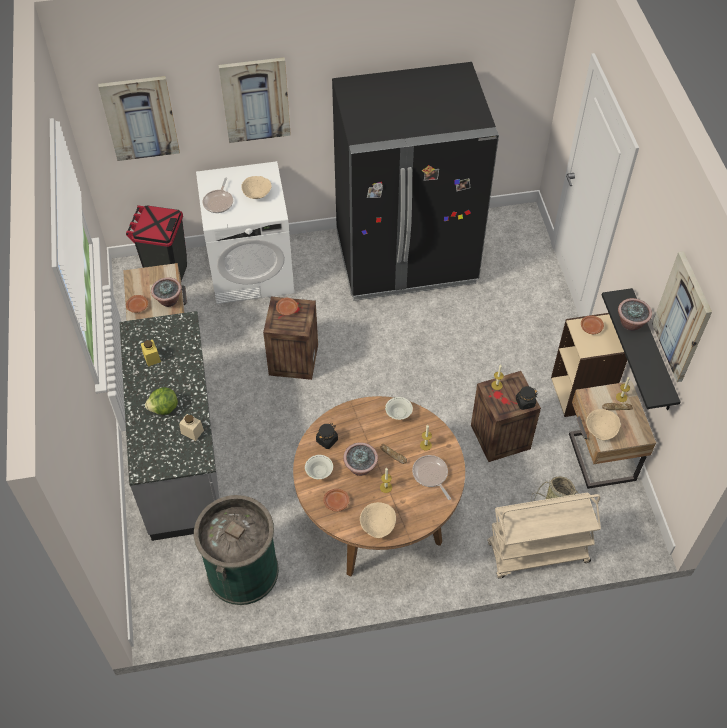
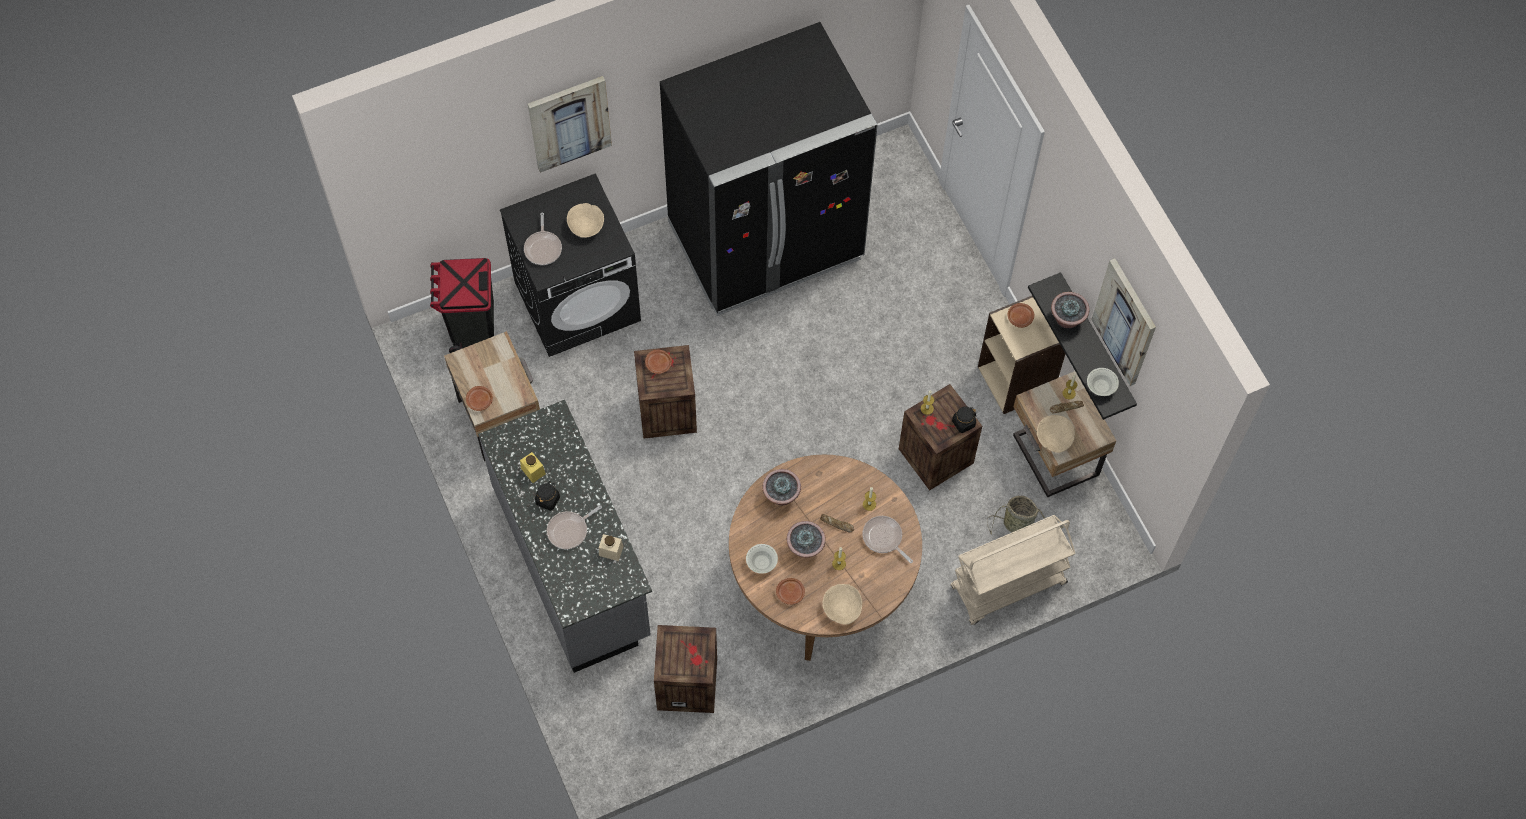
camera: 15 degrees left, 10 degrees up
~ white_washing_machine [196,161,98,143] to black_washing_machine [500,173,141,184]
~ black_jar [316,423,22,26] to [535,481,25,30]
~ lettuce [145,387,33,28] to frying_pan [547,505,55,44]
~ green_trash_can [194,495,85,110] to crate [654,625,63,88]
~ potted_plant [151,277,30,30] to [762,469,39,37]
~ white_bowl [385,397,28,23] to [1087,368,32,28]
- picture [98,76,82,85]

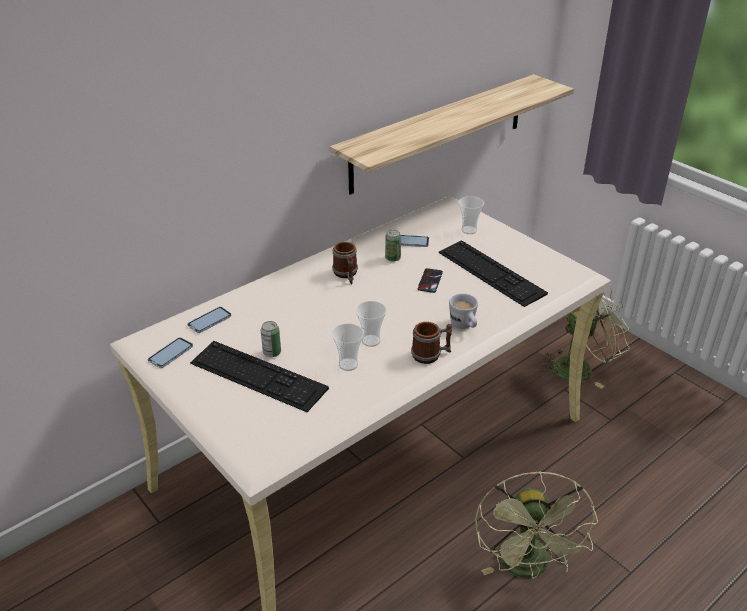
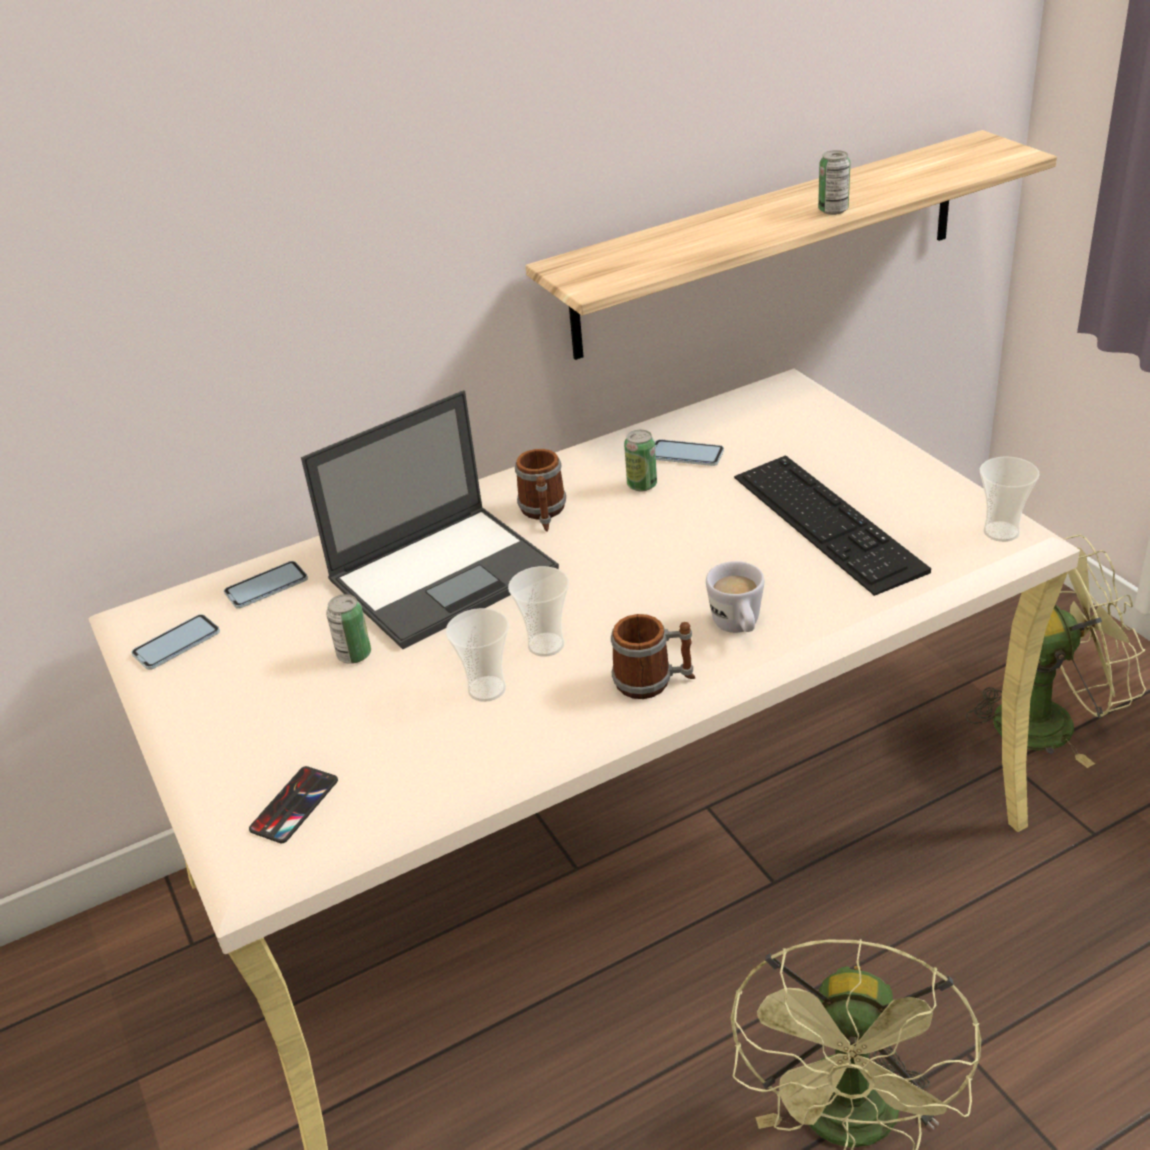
camera: 15 degrees right, 0 degrees up
~ phone [418,268,25,25] to [249,766,89,77]
+ laptop [301,390,258,259]
+ can [818,150,32,65]
~ cup [459,196,25,38] to [980,456,59,86]
- keyboard [190,341,139,71]

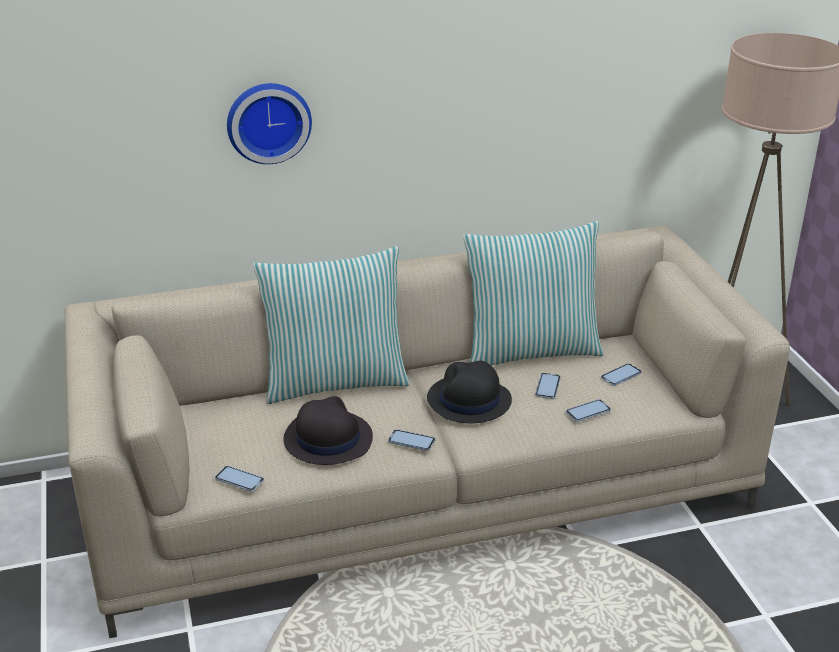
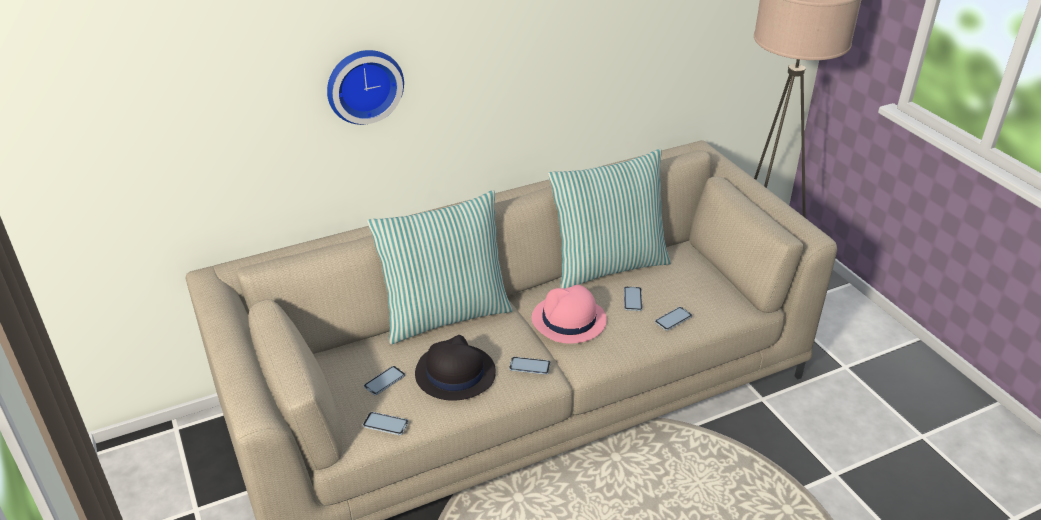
camera: 10 degrees left, 5 degrees up
~ phone [601,363,41,23] to [364,366,41,29]
~ black_hat [427,361,85,62] to pink_hat [532,285,75,59]

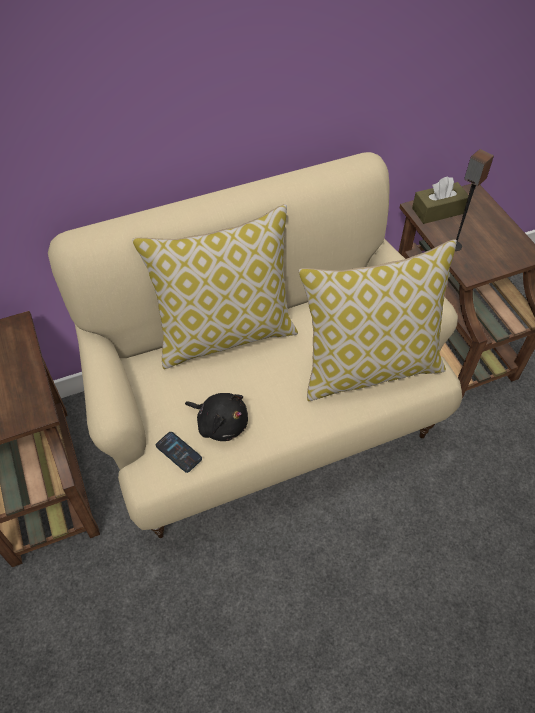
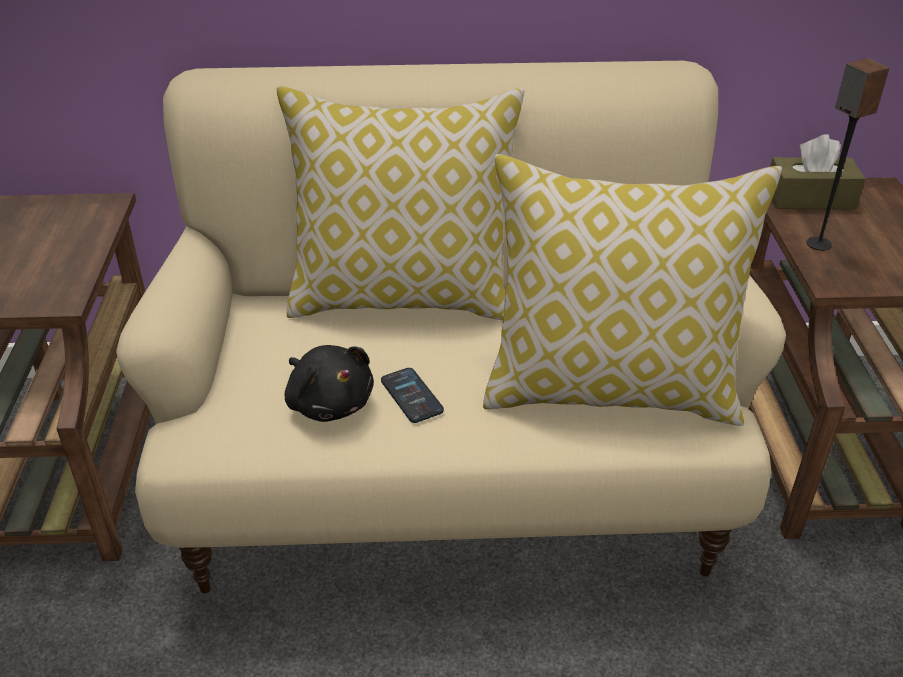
camera: 20 degrees right, 15 degrees down
~ phone [156,432,46,41] to [381,368,63,55]

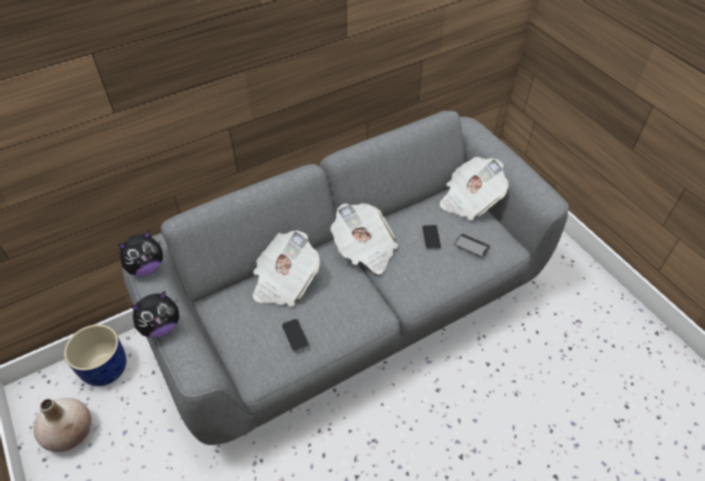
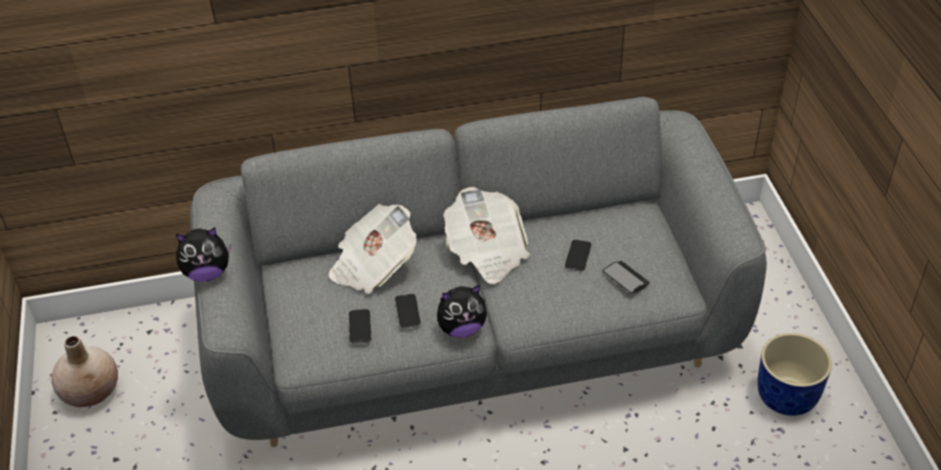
camera: 20 degrees right, 5 degrees down
+ phone [395,294,26,34]
~ plush_toy [118,230,45,46] to [437,285,50,53]
~ blue_planter [64,324,62,62] to [758,333,74,83]
- newspaper [440,157,69,63]

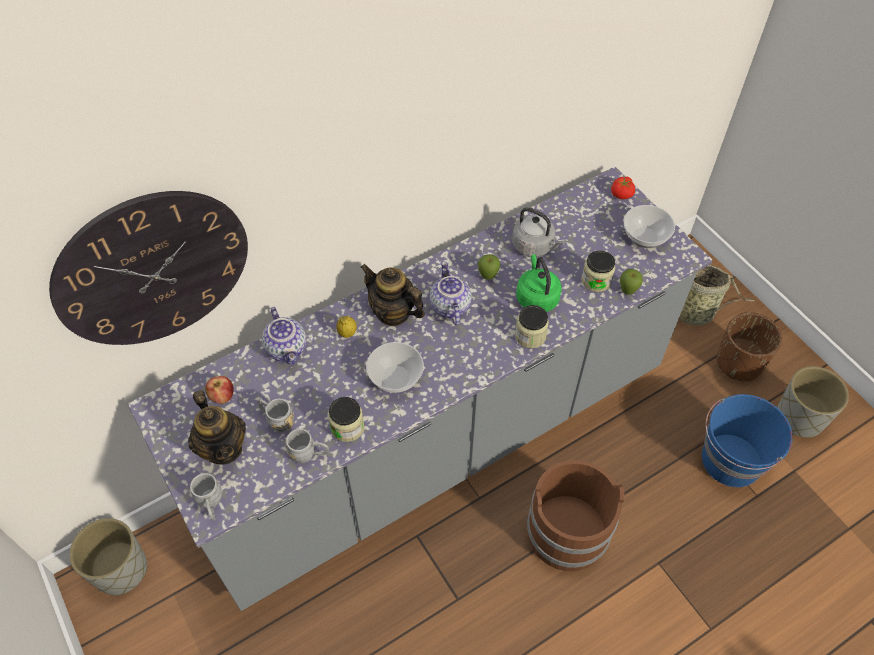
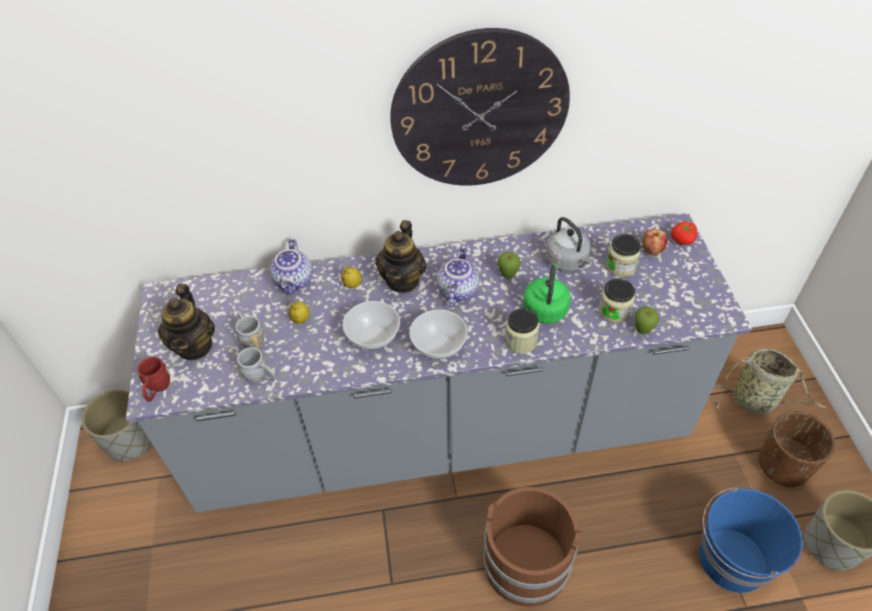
camera: 25 degrees right, 5 degrees down
~ grey_mug [190,473,32,47] to red_mug [137,357,33,45]
+ lemon [289,301,21,23]
~ teapot [360,264,65,62] = [375,220,51,73] 135 degrees counterclockwise
~ wall_clock [49,191,199,154] to [390,28,180,158]
~ bowl [624,205,51,43] to [409,309,59,50]
~ jar [328,397,36,45] to [606,234,35,43]
~ apple [205,376,29,28] to [642,229,26,26]

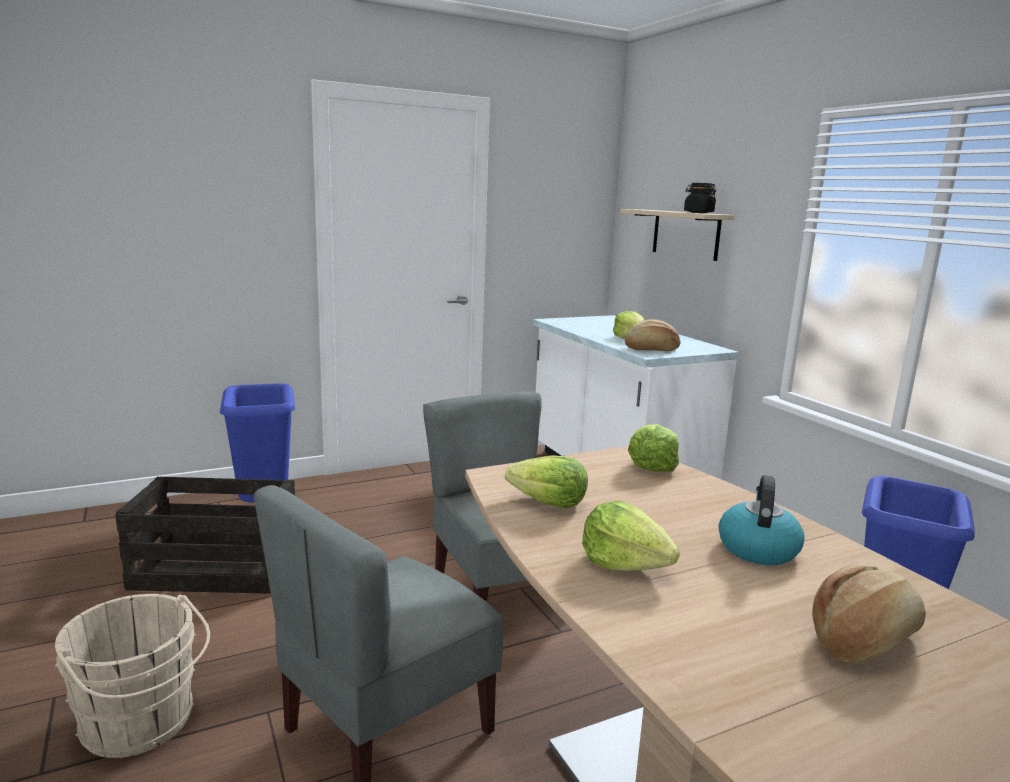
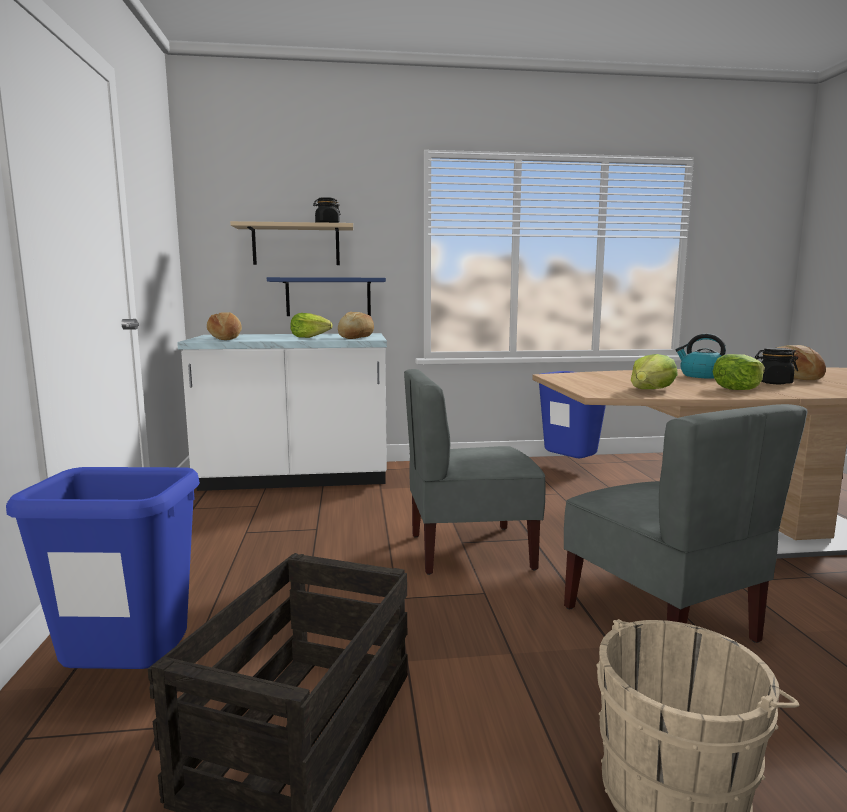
camera: 70 degrees left, 5 degrees down
+ bread [207,312,35,28]
+ blue_shelf [267,277,119,39]
+ black_jar [755,348,43,36]
- lettuce [628,424,51,48]

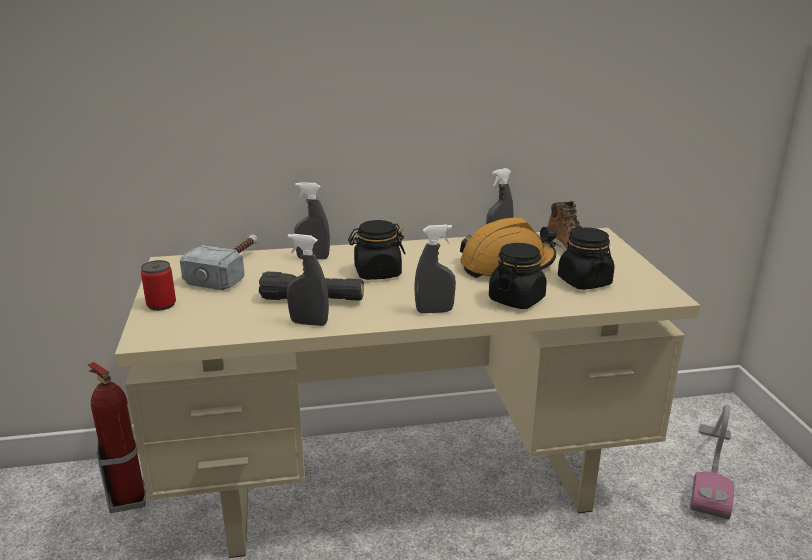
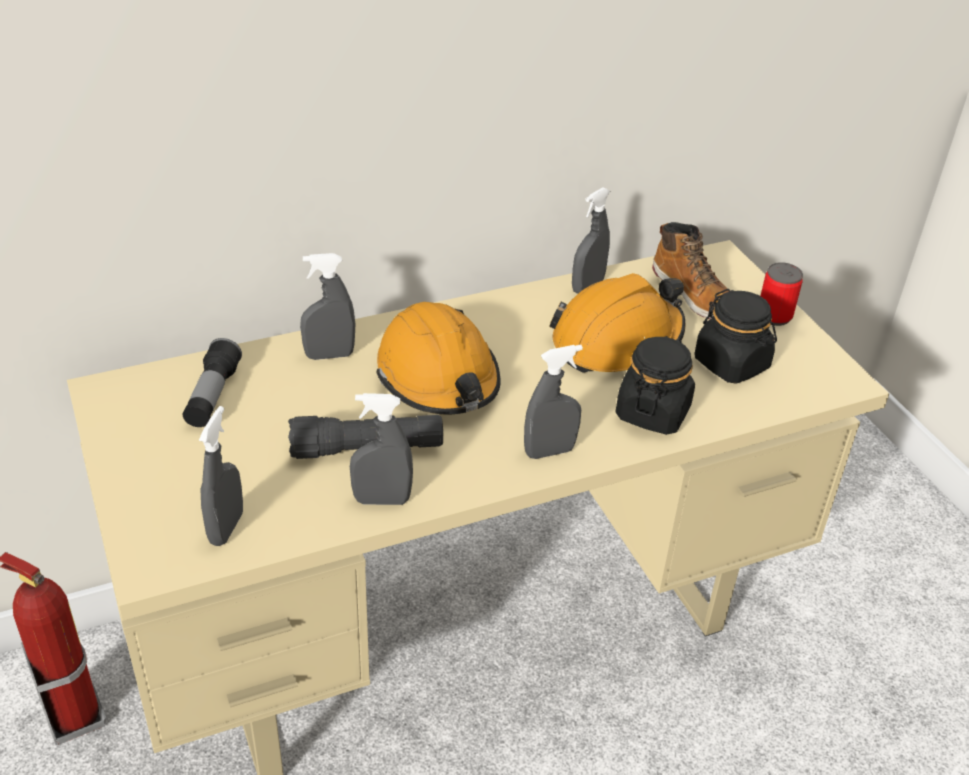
camera: 15 degrees left, 15 degrees up
~ hammer [180,235,78,55] to flashlight [183,338,59,89]
+ grey_spray_bottle [199,406,44,140]
~ black_jar [348,220,58,60] to orange_hard_hat [376,302,125,112]
~ can [141,260,35,51] to [761,262,42,64]
- vacuum_cleaner [690,405,44,115]

